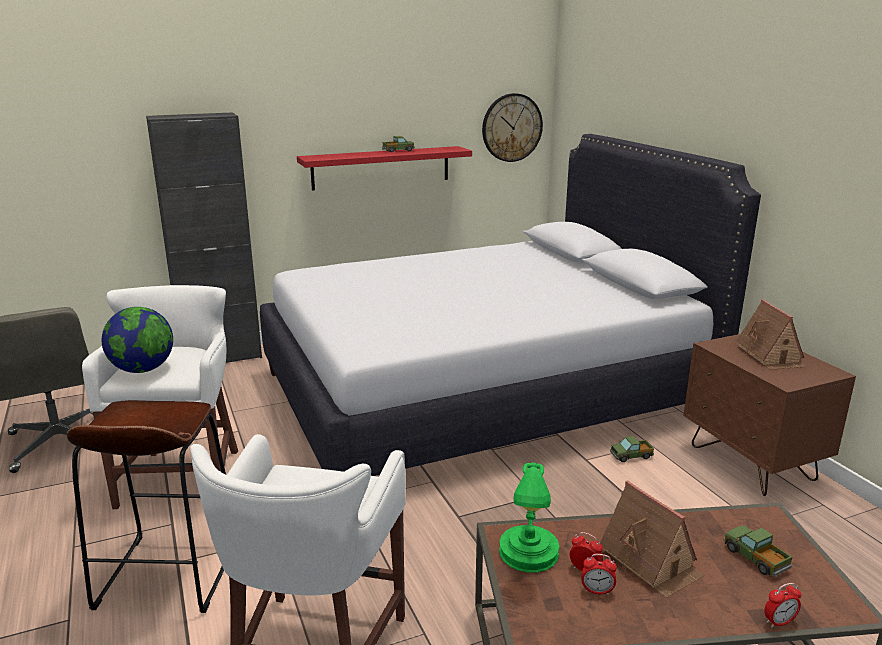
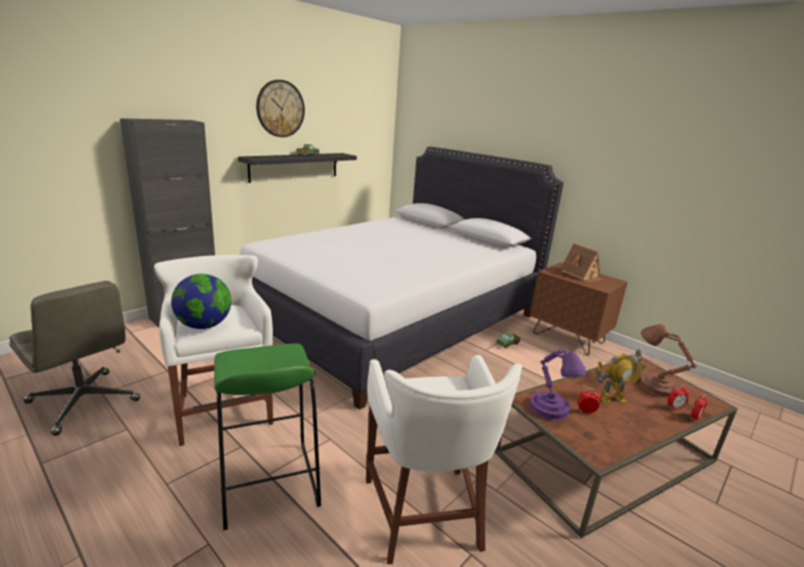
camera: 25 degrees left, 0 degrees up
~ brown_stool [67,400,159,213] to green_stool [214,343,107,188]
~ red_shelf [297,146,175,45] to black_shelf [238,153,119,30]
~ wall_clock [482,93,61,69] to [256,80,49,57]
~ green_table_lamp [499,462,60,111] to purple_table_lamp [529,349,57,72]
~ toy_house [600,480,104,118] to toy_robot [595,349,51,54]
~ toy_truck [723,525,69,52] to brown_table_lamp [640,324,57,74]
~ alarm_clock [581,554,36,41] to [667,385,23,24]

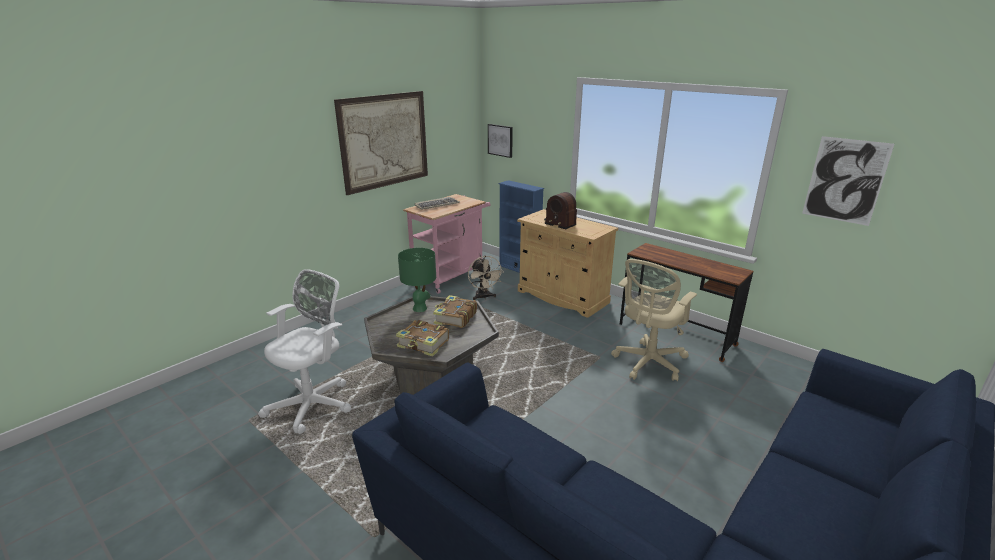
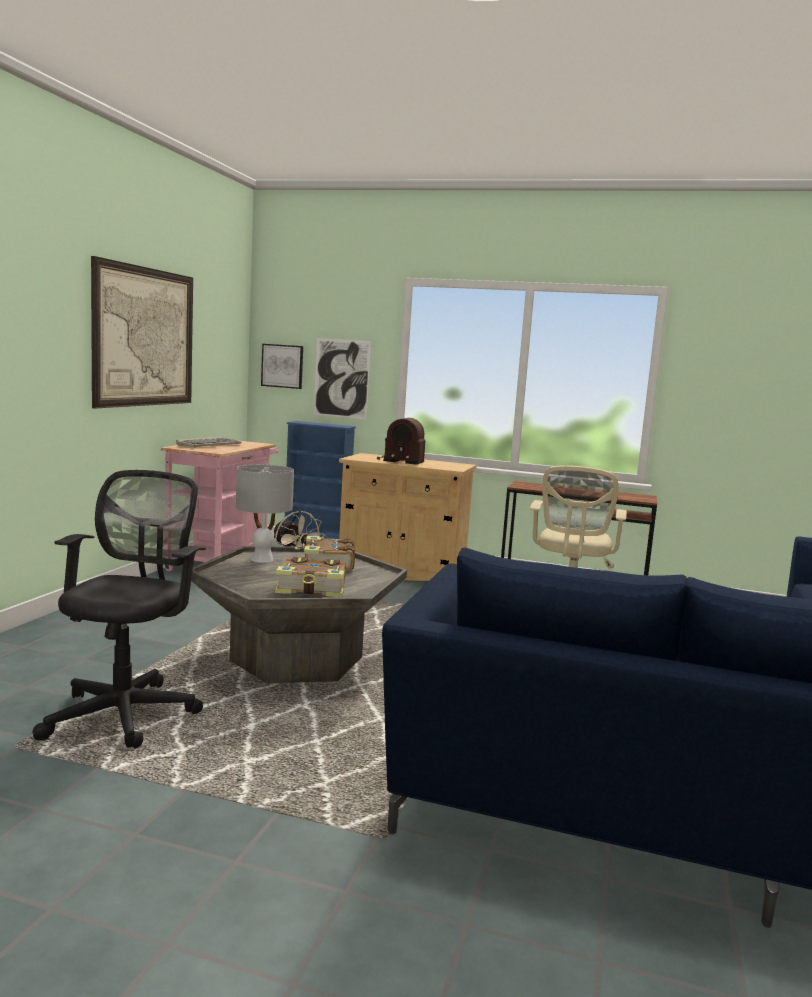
camera: 25 degrees left, 15 degrees down
~ white_office_chair [258,269,93,165] to black_office_chair [32,470,174,279]
~ green_table_lamp [398,248,38,64] to grey_table_lamp [236,464,58,99]
~ picture [802,136,92,90] to [314,338,57,81]

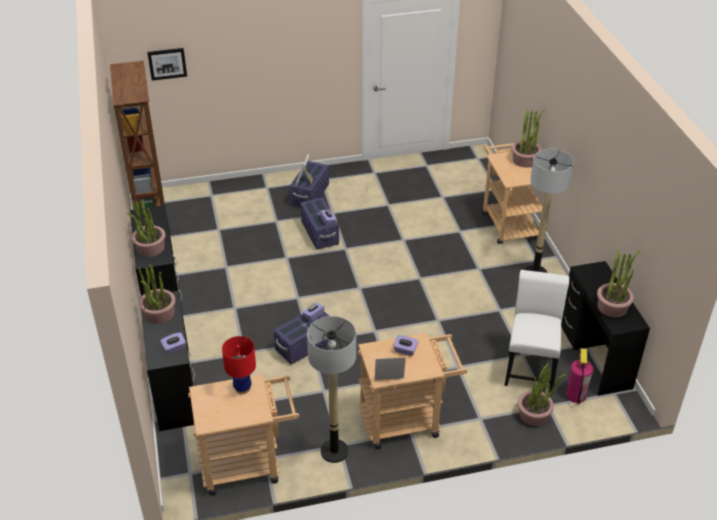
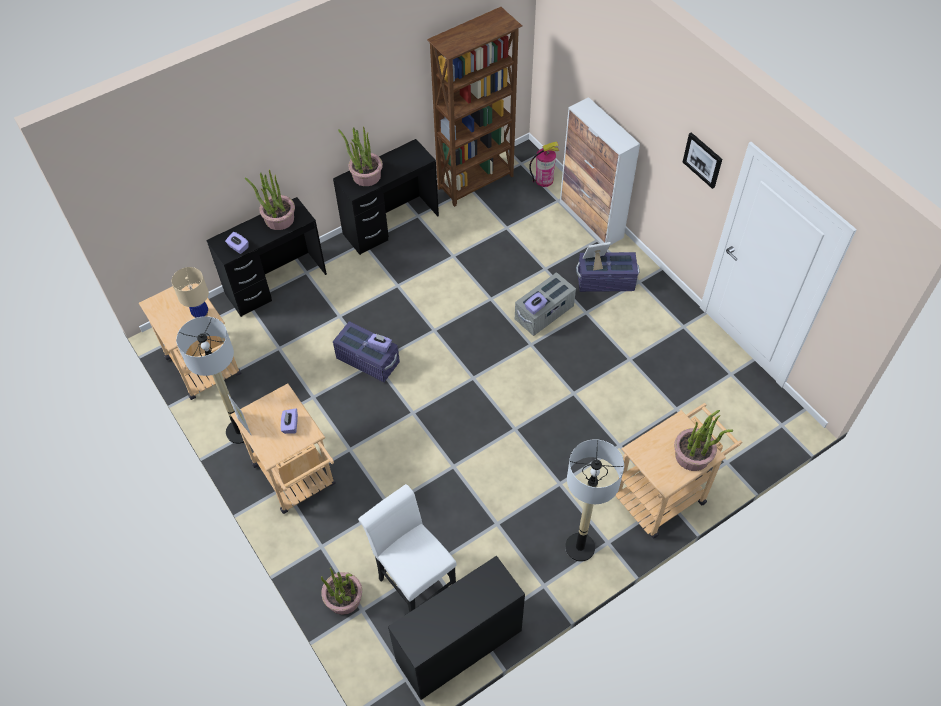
camera: 70 degrees right, 15 degrees up
~ red_table_lamp [222,336,34,58] to beige_table_lamp [172,267,37,51]
~ white_chair [504,270,66,121] = [358,484,99,128] 120 degrees counterclockwise
~ purple_storage_box [300,197,39,53] to grey_storage_box [515,272,61,64]
~ fire_extinguisher [566,348,27,56] to [529,142,30,45]
+ cabinet [560,97,80,148]
~ picture [147,48,40,33] to [683,132,39,57]
- potted_plant [597,250,44,67]

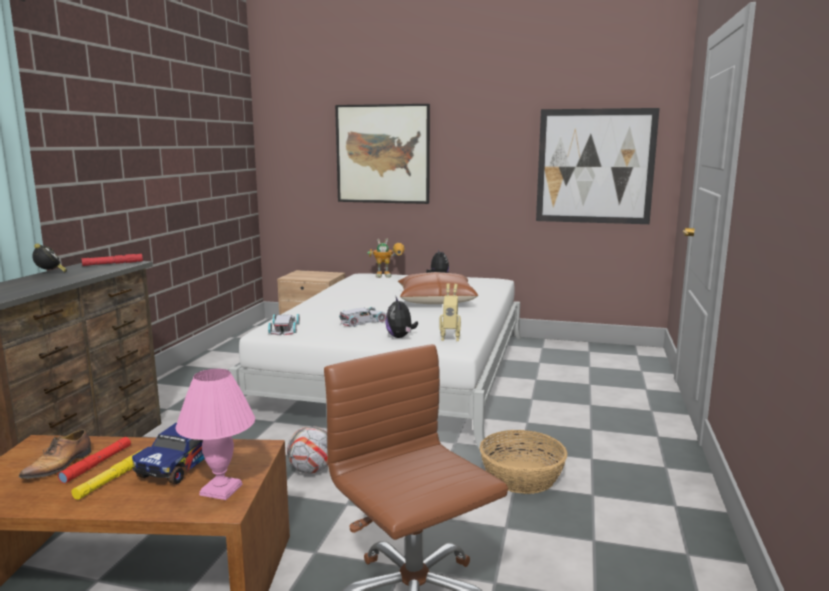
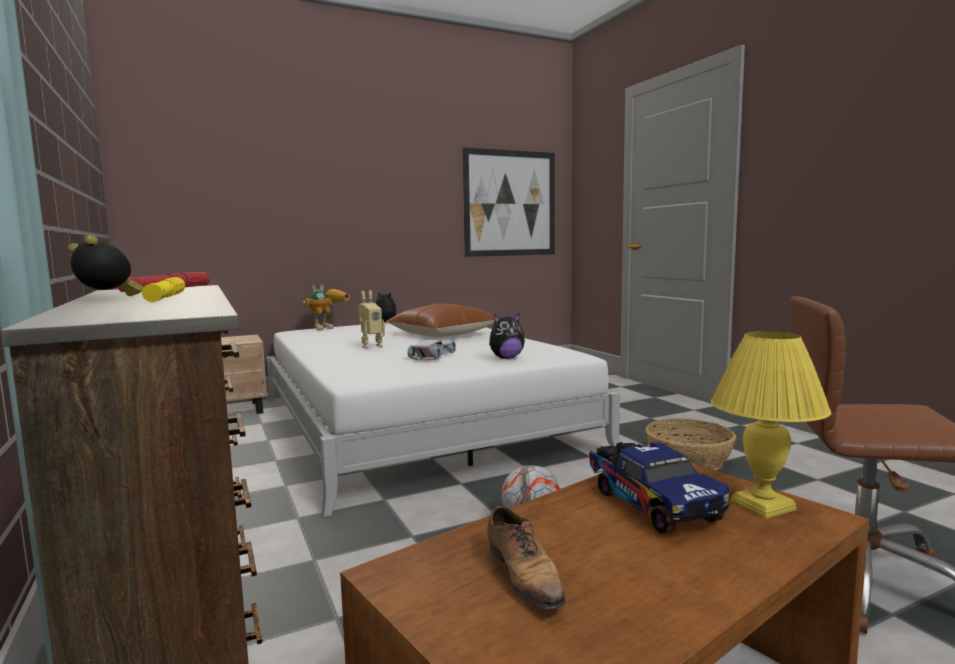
camera: 40 degrees left, 5 degrees down
~ yellow_flashlight [72,450,70,50] to [142,277,43,25]
~ toy_robot [439,284,22,57] to [358,290,27,59]
~ plush_toy [385,297,33,41] = [489,313,36,46] 60 degrees counterclockwise
~ pink_table_lamp [175,369,80,131] to yellow_table_lamp [711,331,120,188]
- red_flashlight [58,437,73,47]
- white_toy_car [268,314,32,21]
- picture [335,104,95,100]

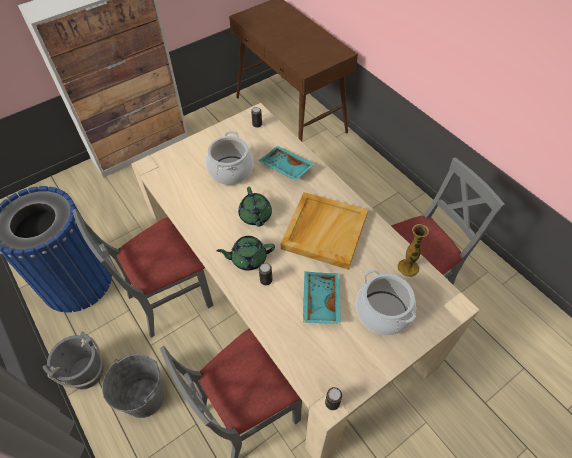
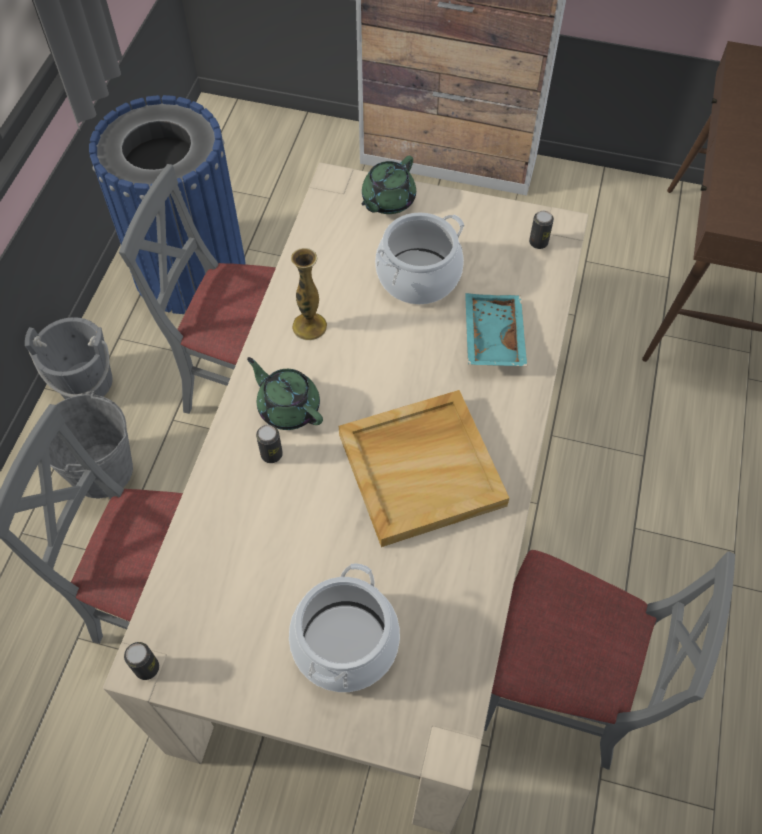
camera: 50 degrees right, 5 degrees up
~ vase [397,224,32,53] to [291,248,36,92]
~ green_teapot [238,187,34,40] to [362,156,54,58]
- turquoise_tray [303,271,38,53]

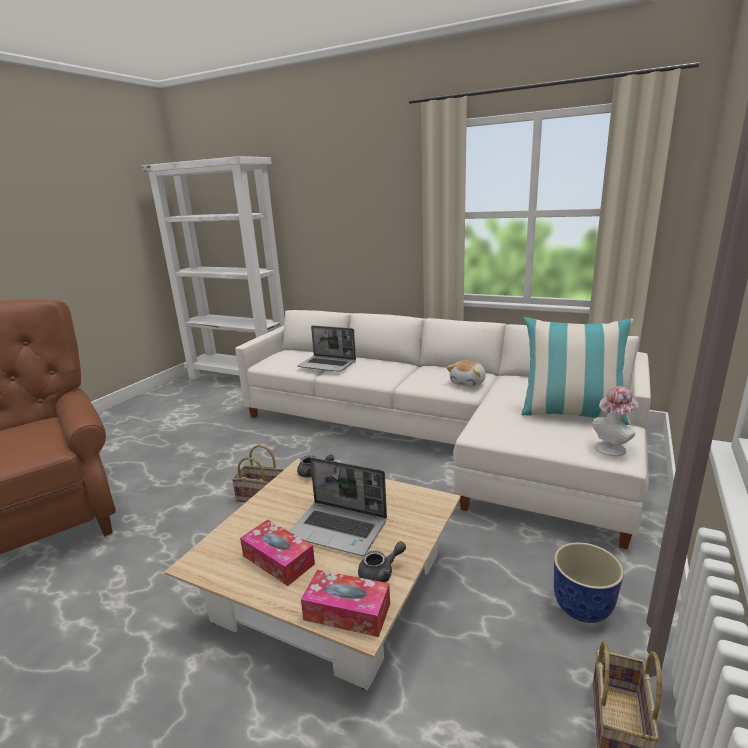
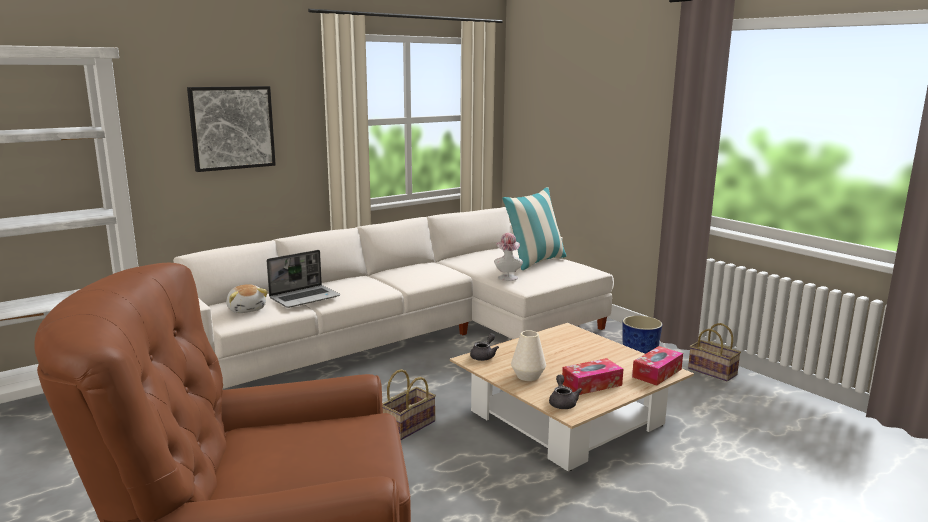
camera: 65 degrees left, 5 degrees down
+ picture [187,86,89,86]
~ plush_toy [446,360,40,27] to [226,284,42,29]
~ hat [592,386,47,70] to [494,233,29,48]
+ white_vase [511,330,35,51]
~ grey_teapot [358,541,48,41] to [549,375,33,34]
- laptop [289,457,98,99]

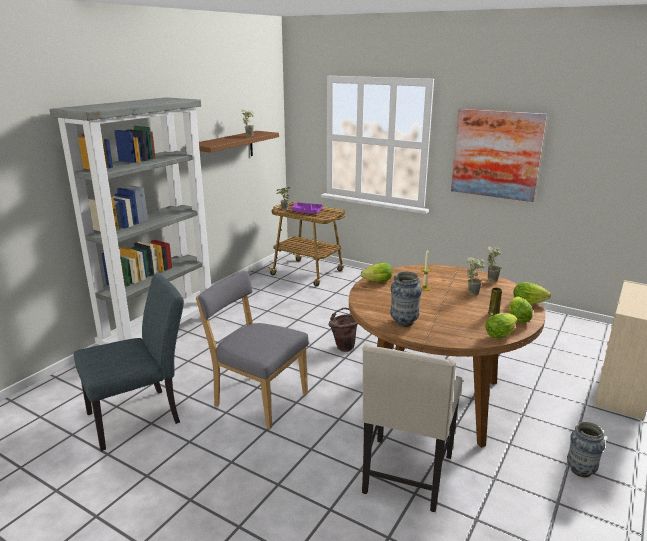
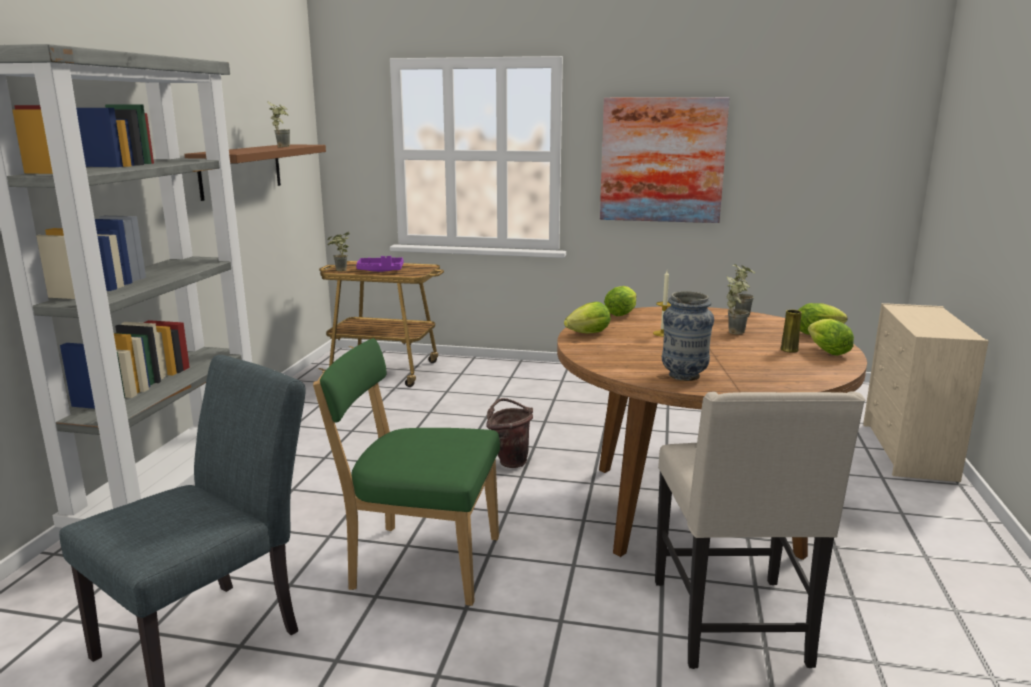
camera: 20 degrees left, 5 degrees down
~ grey_chair [196,271,113,158] to green_chair [313,338,187,268]
~ lettuce [485,313,32,26] to [604,286,32,30]
- vase [567,421,38,56]

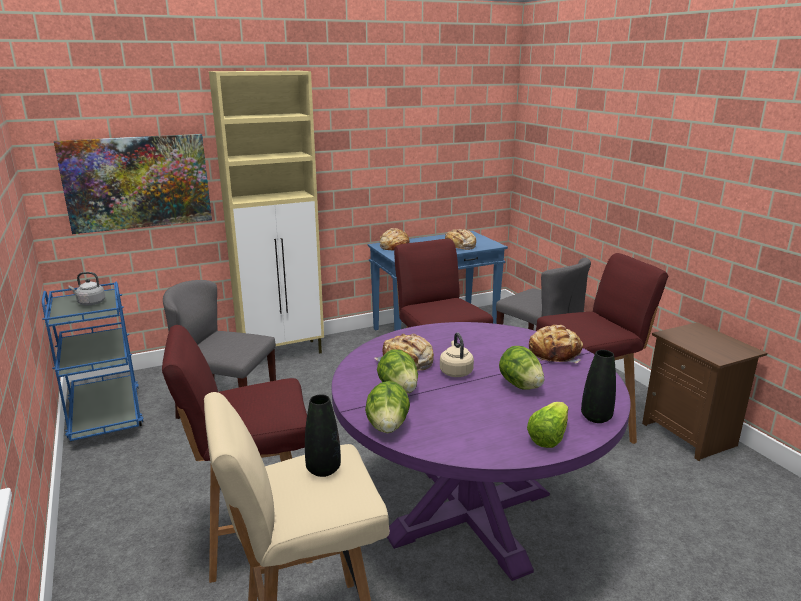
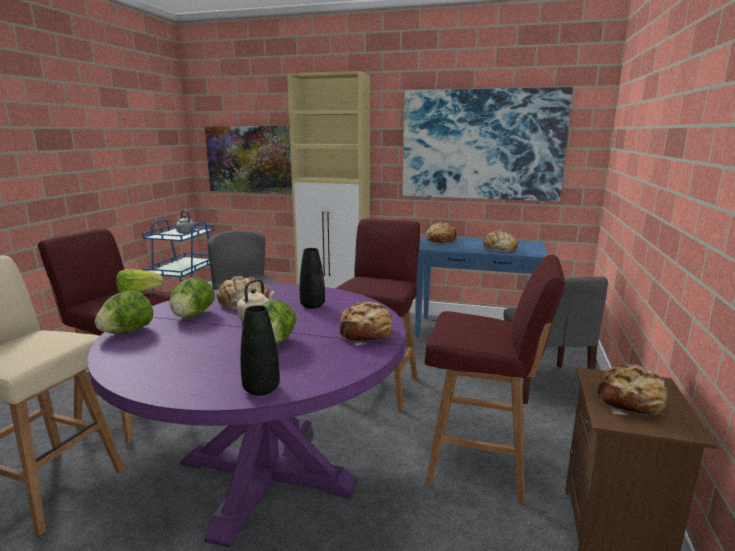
camera: 40 degrees right, 5 degrees down
~ lettuce [527,402,41,46] to [116,269,48,24]
~ black_vase [305,394,36,83] to [299,248,26,61]
+ picture [403,87,170,114]
+ bread [597,364,71,51]

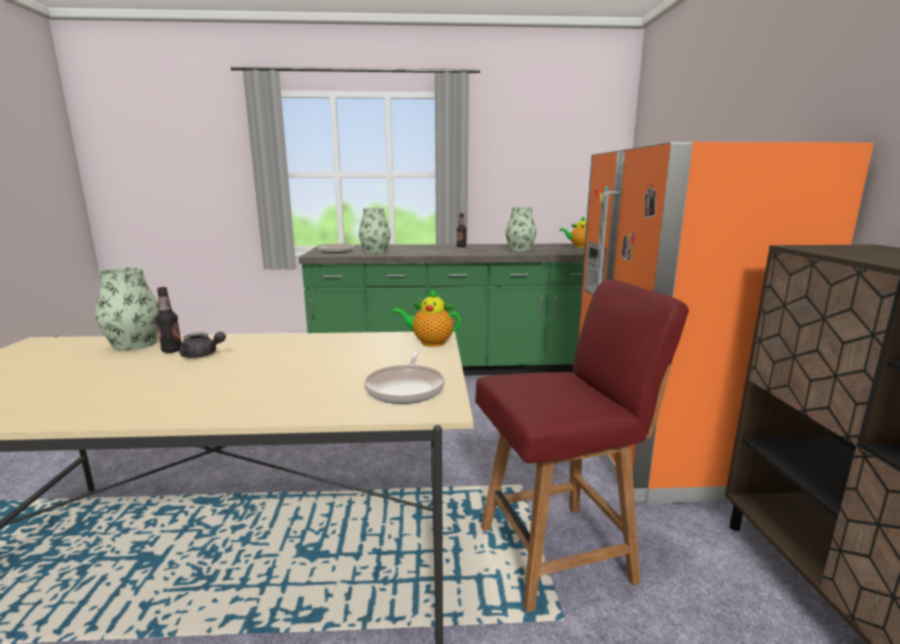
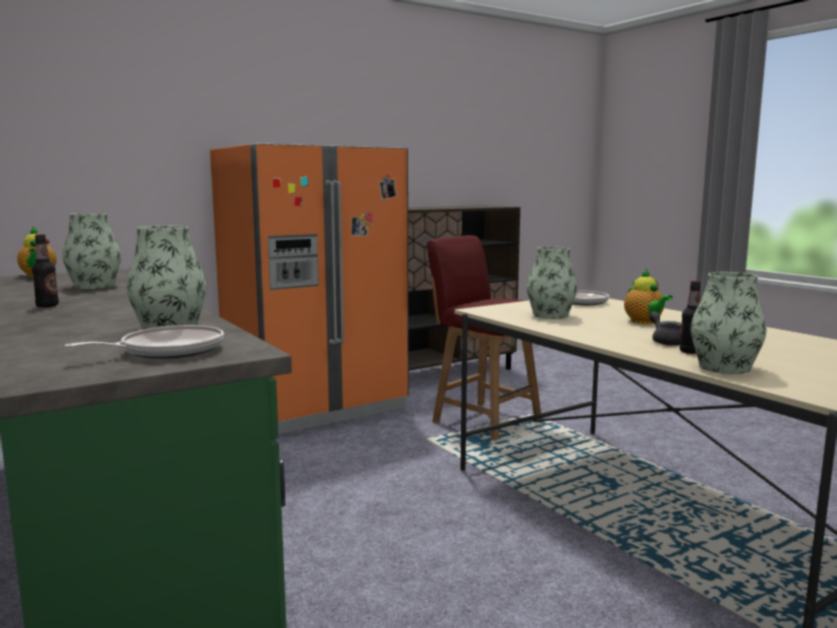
camera: 120 degrees left, 5 degrees down
+ vase [527,247,50,72]
~ teapot [393,289,68,58] to [624,269,49,55]

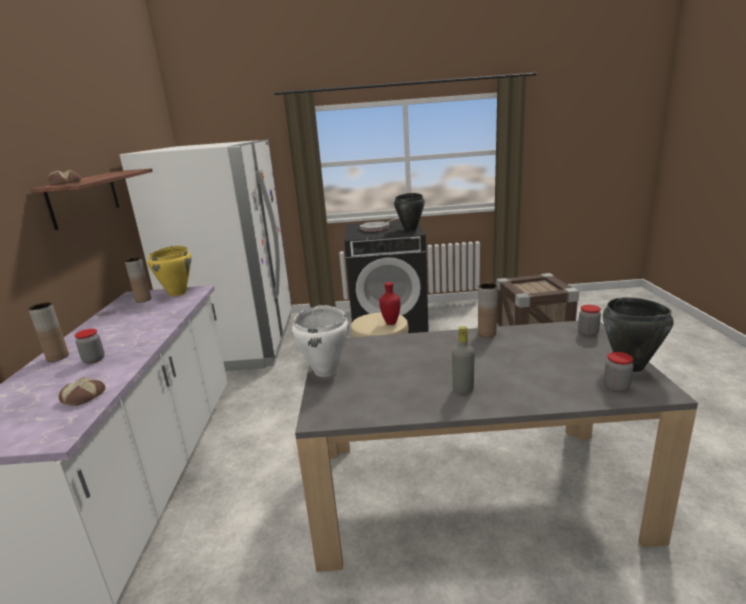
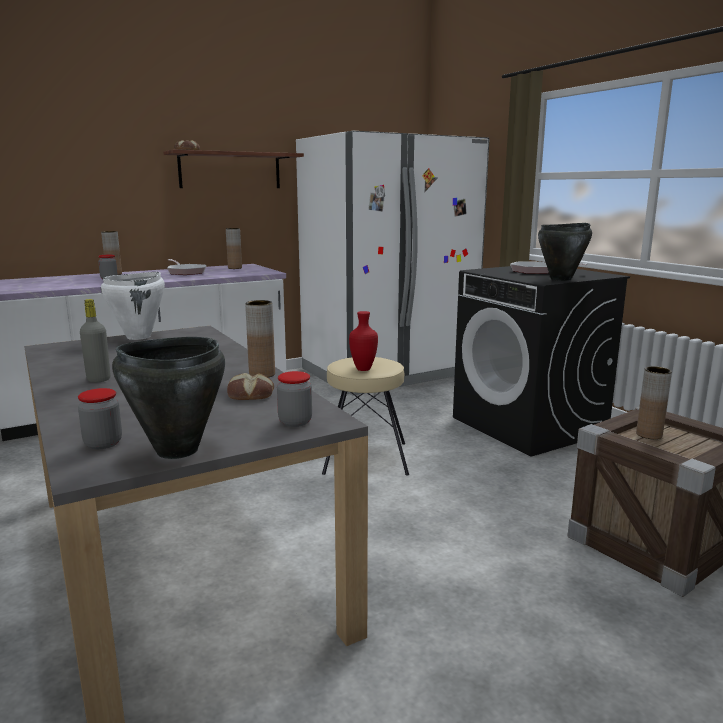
camera: 60 degrees right, 5 degrees down
+ frying_pan [167,259,39,16]
~ bread [59,378,46,28] to [227,373,47,27]
+ brown_vase [636,366,36,73]
- yellow_cooking_pot [148,246,43,50]

